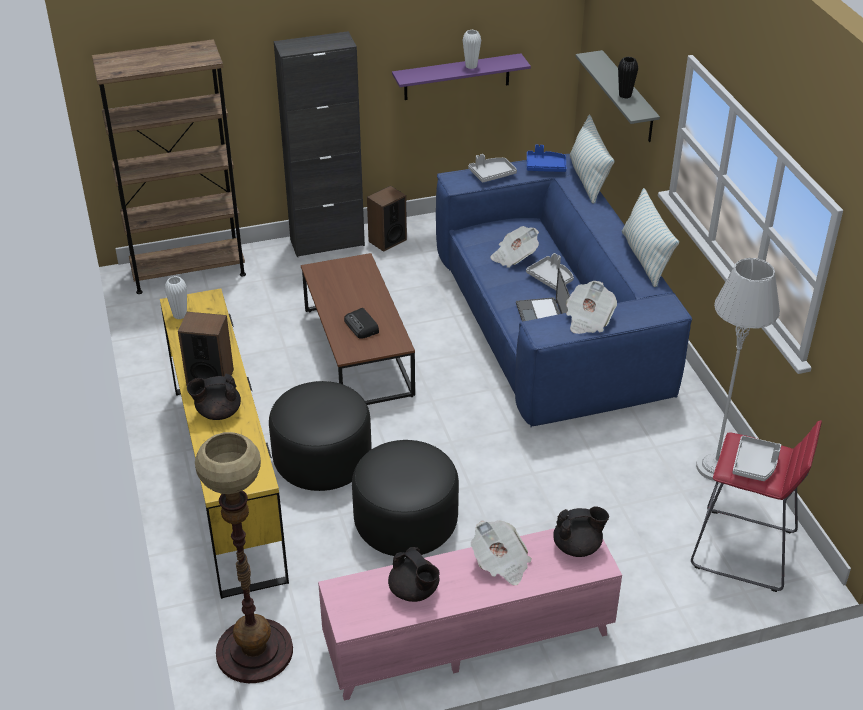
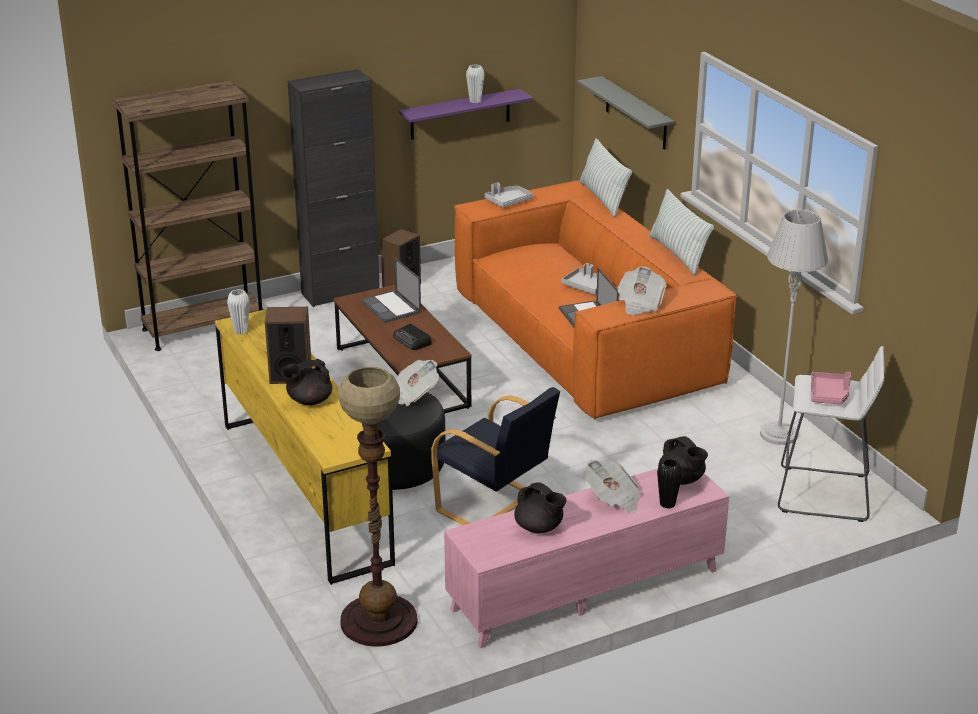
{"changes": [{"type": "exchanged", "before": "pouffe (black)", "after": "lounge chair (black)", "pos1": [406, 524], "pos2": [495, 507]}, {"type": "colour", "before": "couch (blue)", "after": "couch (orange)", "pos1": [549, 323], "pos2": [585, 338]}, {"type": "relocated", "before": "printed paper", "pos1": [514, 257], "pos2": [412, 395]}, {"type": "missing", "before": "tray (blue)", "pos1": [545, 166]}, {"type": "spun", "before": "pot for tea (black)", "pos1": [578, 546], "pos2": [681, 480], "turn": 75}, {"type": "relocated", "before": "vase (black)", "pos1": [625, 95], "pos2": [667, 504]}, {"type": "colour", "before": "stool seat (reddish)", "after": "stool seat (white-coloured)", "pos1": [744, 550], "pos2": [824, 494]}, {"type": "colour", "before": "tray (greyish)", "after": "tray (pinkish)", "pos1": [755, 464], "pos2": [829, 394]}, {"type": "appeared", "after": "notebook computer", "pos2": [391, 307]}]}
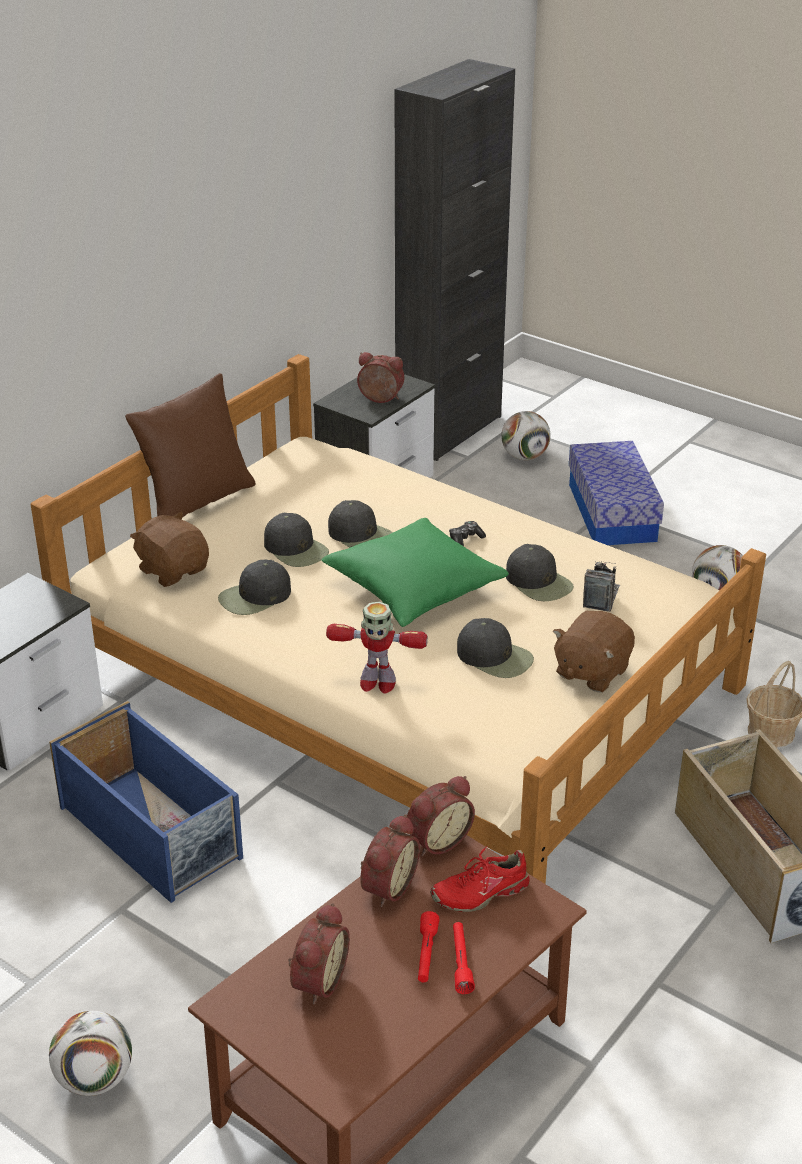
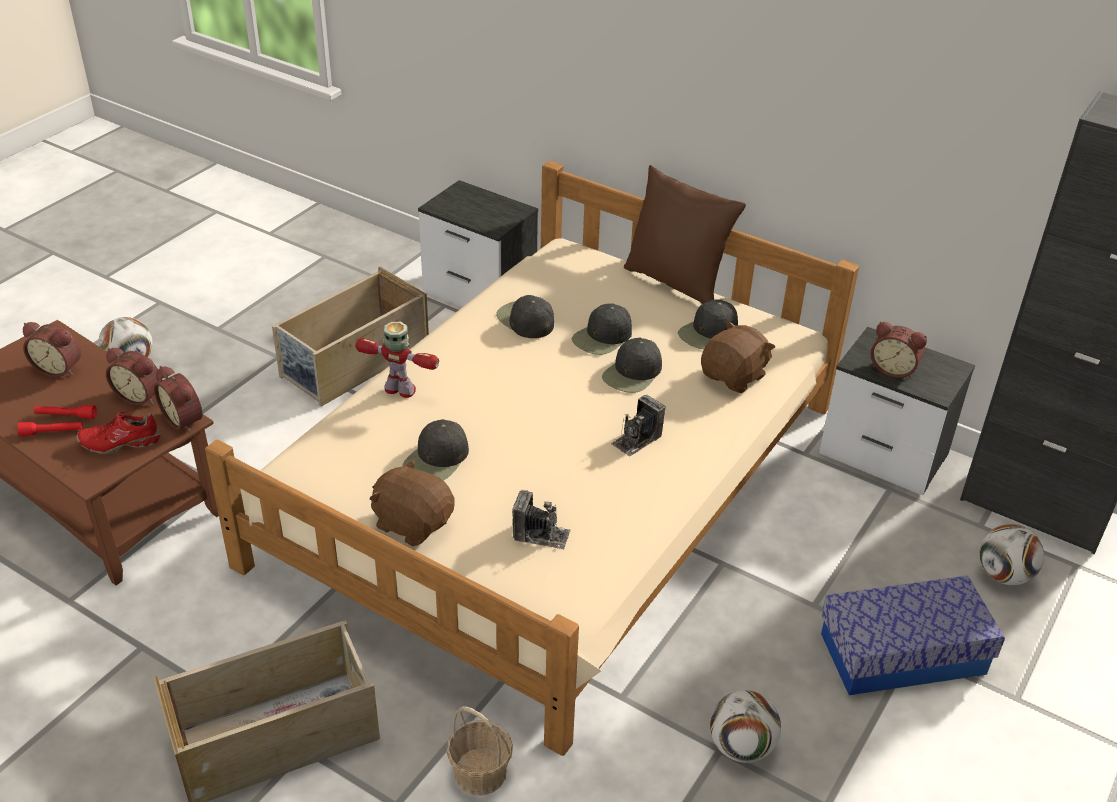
{"changes": [{"type": "colour", "before": "storage container (blue)", "after": "storage container (sand-coloured)", "pos1": [152, 833], "pos2": [354, 362]}, {"type": "relocated", "before": "cuddly toy (brown-coloured)", "pos1": [173, 570], "pos2": [734, 376]}, {"type": "missing", "before": "throw pillow (green)", "pos1": [414, 588]}, {"type": "spun", "before": "toy robot", "pos1": [376, 683], "pos2": [401, 390], "turn": 105}, {"type": "spun", "before": "table clock", "pos1": [380, 399], "pos2": [893, 369], "turn": 105}, {"type": "spun", "before": "item of footwear (reddish)", "pos1": [480, 892], "pos2": [121, 442], "turn": -75}, {"type": "exchanged", "before": "game controller", "after": "photo camera", "pos1": [465, 539], "pos2": [637, 439]}, {"type": "relocated", "before": "peaked cap (black)", "pos1": [539, 582], "pos2": [708, 332]}]}
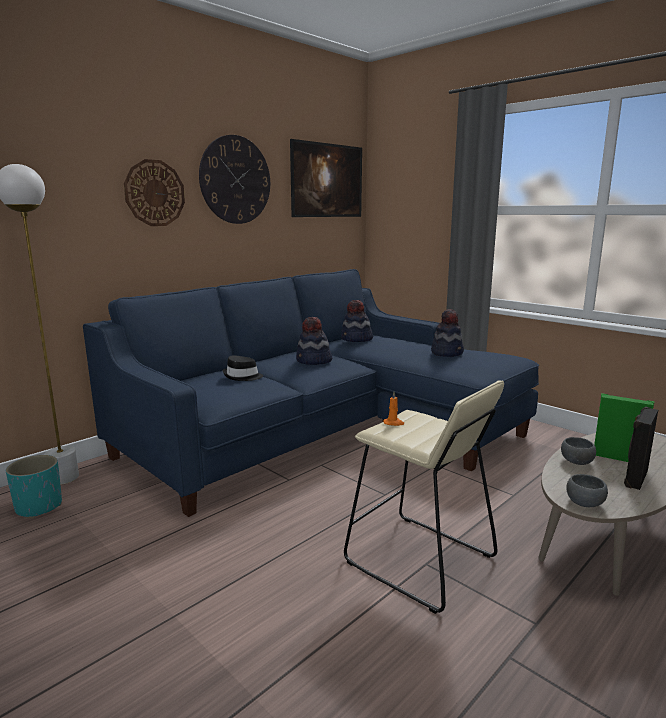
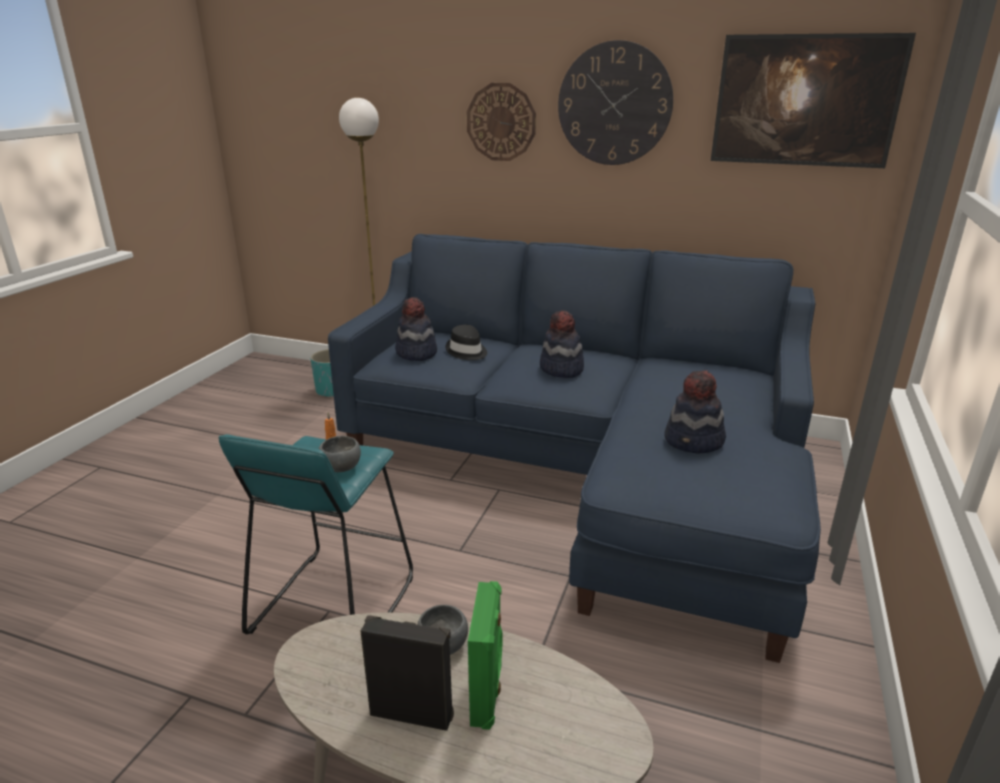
{"changes": [{"type": "relocated", "before": "wearable hat", "pos1": [356, 339], "pos2": [416, 353]}, {"type": "colour", "before": "stool seat (sand-coloured)", "after": "stool seat (turquoise-coloured)", "pos1": [419, 560], "pos2": [333, 604]}, {"type": "relocated", "before": "deep dish (greyish)", "pos1": [585, 503], "pos2": [342, 468]}]}
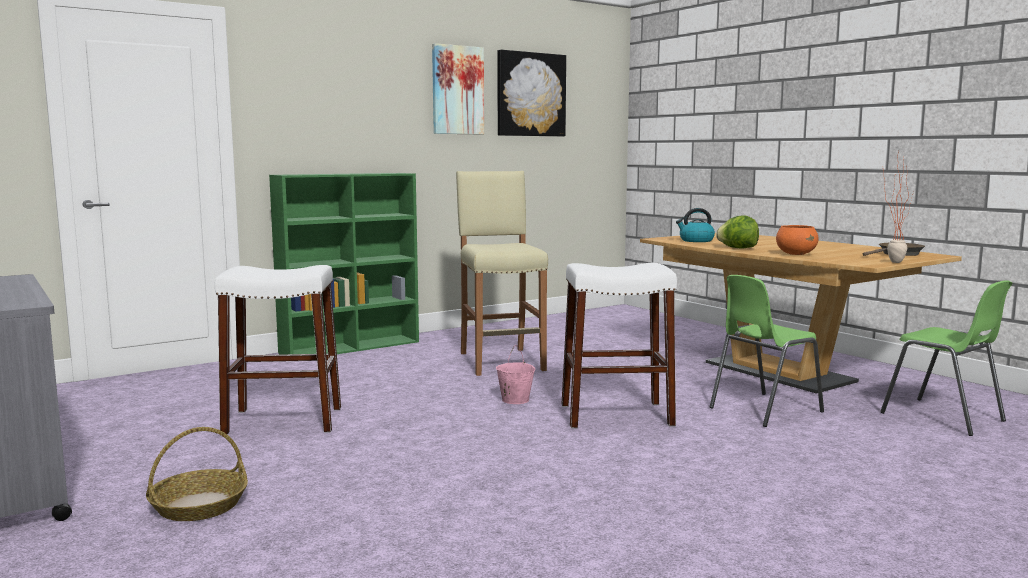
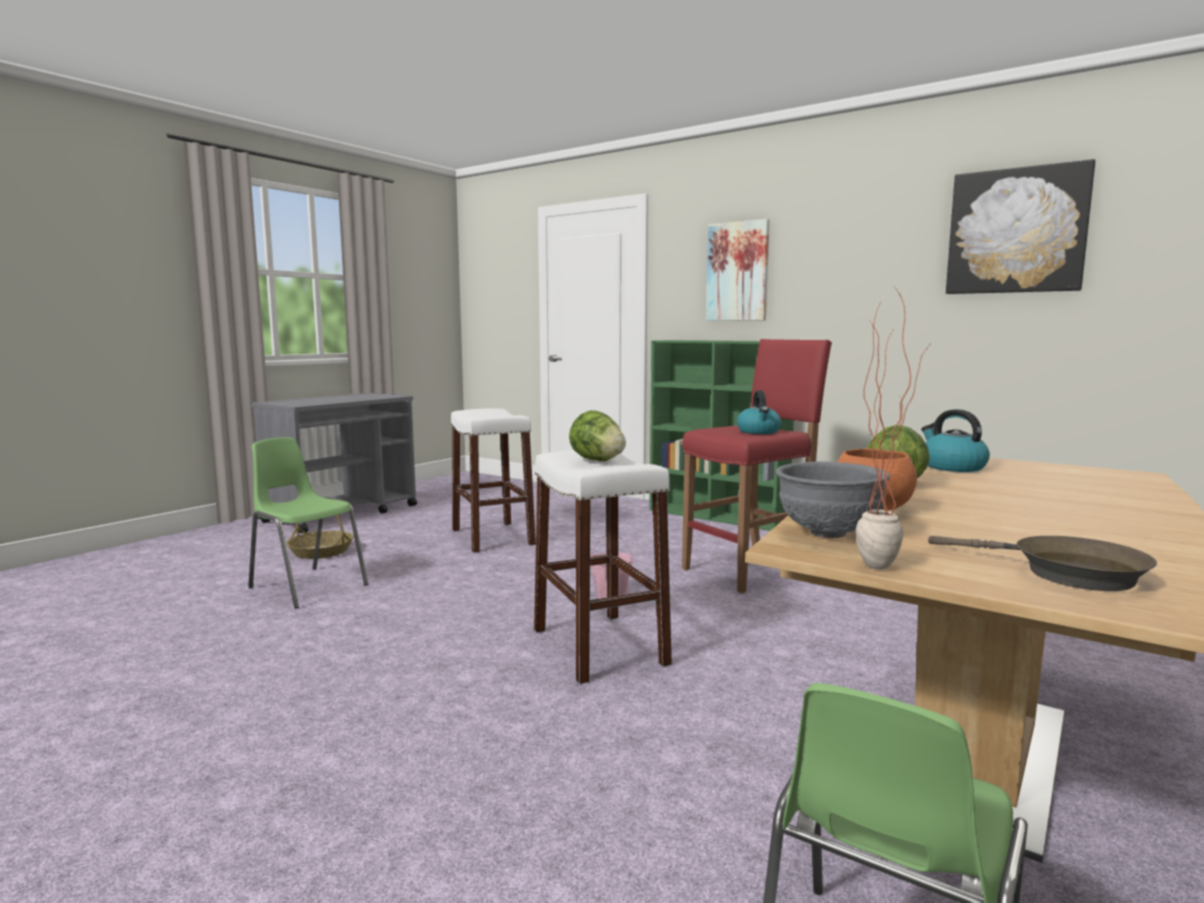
{"changes": [{"type": "relocated", "before": "wall art", "pos1": [457, 90], "pos2": [738, 271]}, {"type": "colour", "before": "stool seat (sand-coloured)", "after": "stool seat (reddish)", "pos1": [501, 361], "pos2": [751, 570]}, {"type": "relocated", "before": "chair (green)", "pos1": [763, 410], "pos2": [307, 586]}, {"type": "appeared", "after": "lettuce head", "pos2": [597, 460]}, {"type": "appeared", "after": "water kettle", "pos2": [758, 431]}, {"type": "appeared", "after": "deep dish (greyish)", "pos2": [827, 533]}]}
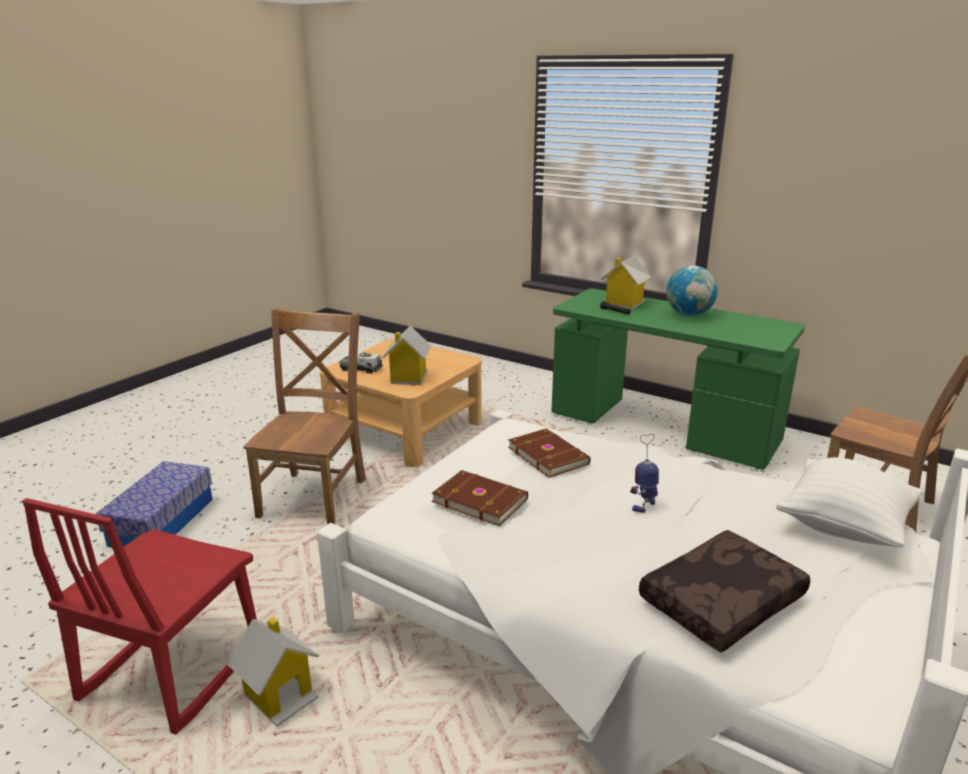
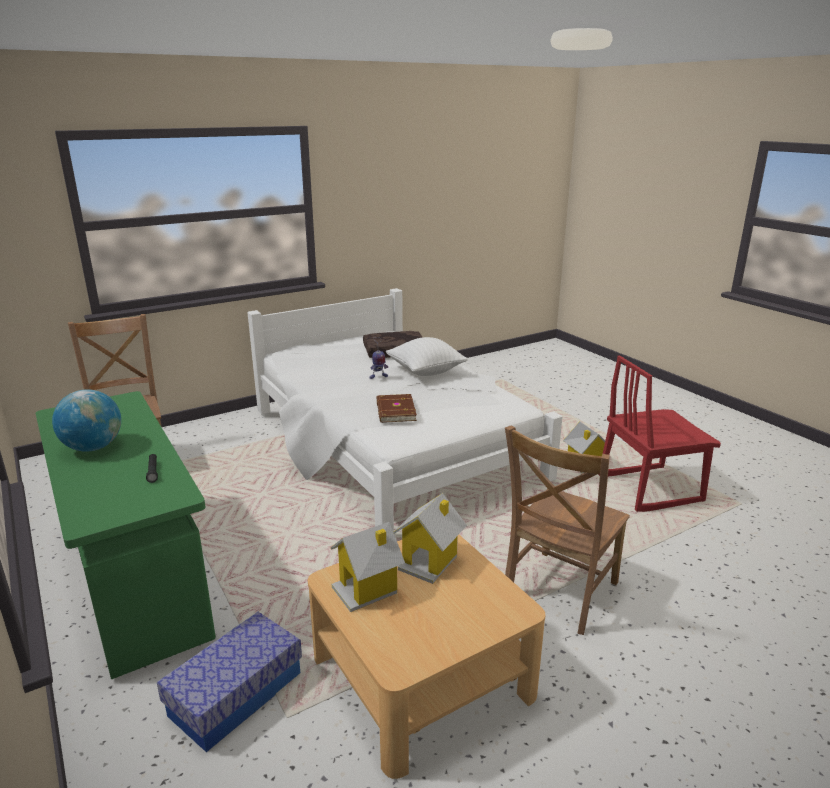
{"changes": [{"type": "spun", "before": "chair (reddish)", "pos1": [171, 670], "pos2": [649, 488], "turn": -150}, {"type": "relocated", "before": "storage container", "pos1": [162, 522], "pos2": [236, 694]}, {"type": "missing", "before": "model truck", "pos1": [361, 369]}, {"type": "missing", "before": "book (brown-coloured)", "pos1": [480, 500]}, {"type": "relocated", "before": "toy house", "pos1": [624, 304], "pos2": [367, 589]}, {"type": "relocated", "before": "throw pillow (white-coloured)", "pos1": [843, 526], "pos2": [426, 371]}]}
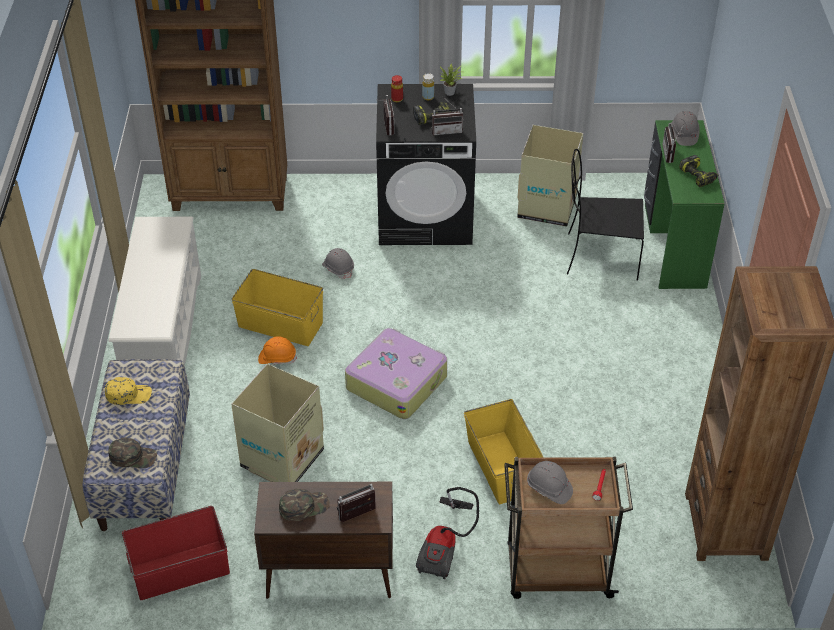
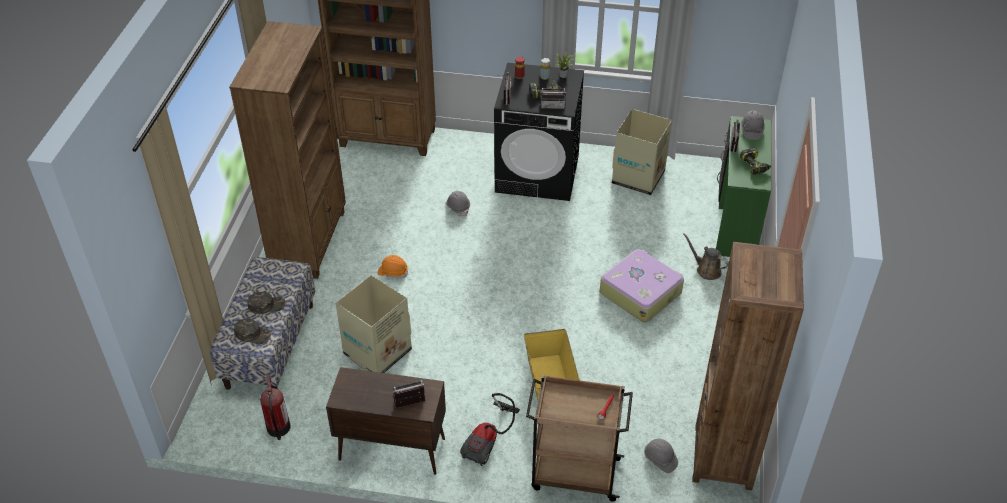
{"changes": [{"type": "missing", "before": "peaked cap (yellow)", "pos1": [128, 394]}, {"type": "exchanged", "before": "shoe shelf (white-coloured)", "after": "bookcase (brown-coloured)", "pos1": [163, 332], "pos2": [310, 241]}, {"type": "exchanged", "before": "storage container (reddish)", "after": "fire extinguisher", "pos1": [181, 570], "pos2": [278, 428]}, {"type": "missing", "before": "storage container (yellow)", "pos1": [280, 324]}, {"type": "relocated", "before": "peaked cap (green)", "pos1": [304, 506], "pos2": [266, 305]}, {"type": "relocated", "before": "piece of luggage", "pos1": [396, 381], "pos2": [640, 292]}, {"type": "relocated", "before": "hard hat (greyish)", "pos1": [549, 488], "pos2": [660, 459]}, {"type": "missing", "before": "chair (black)", "pos1": [599, 256]}, {"type": "appeared", "after": "watering pot (brown-coloured)", "pos2": [706, 270]}]}
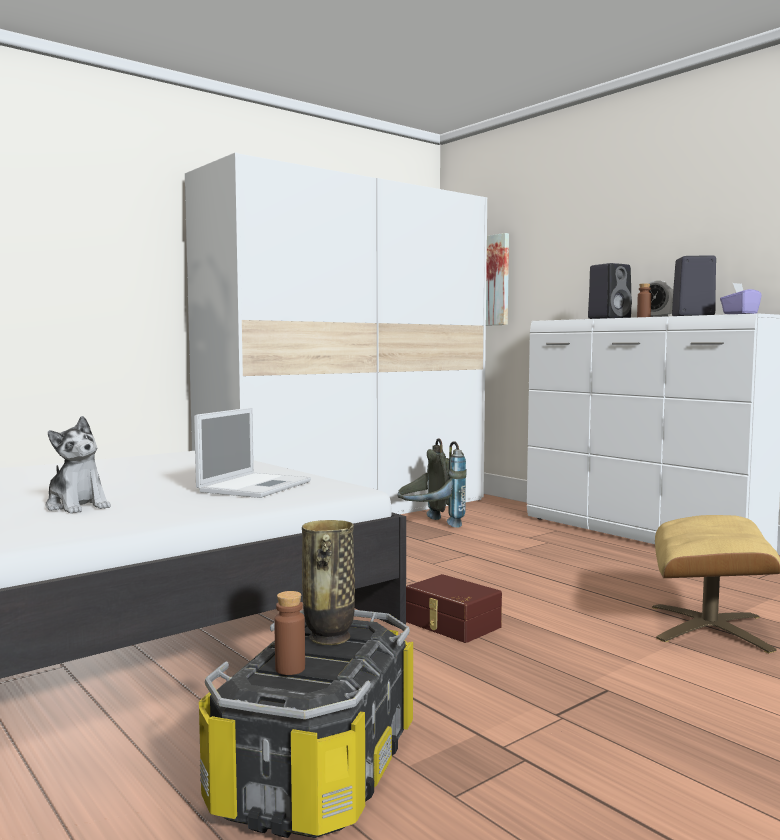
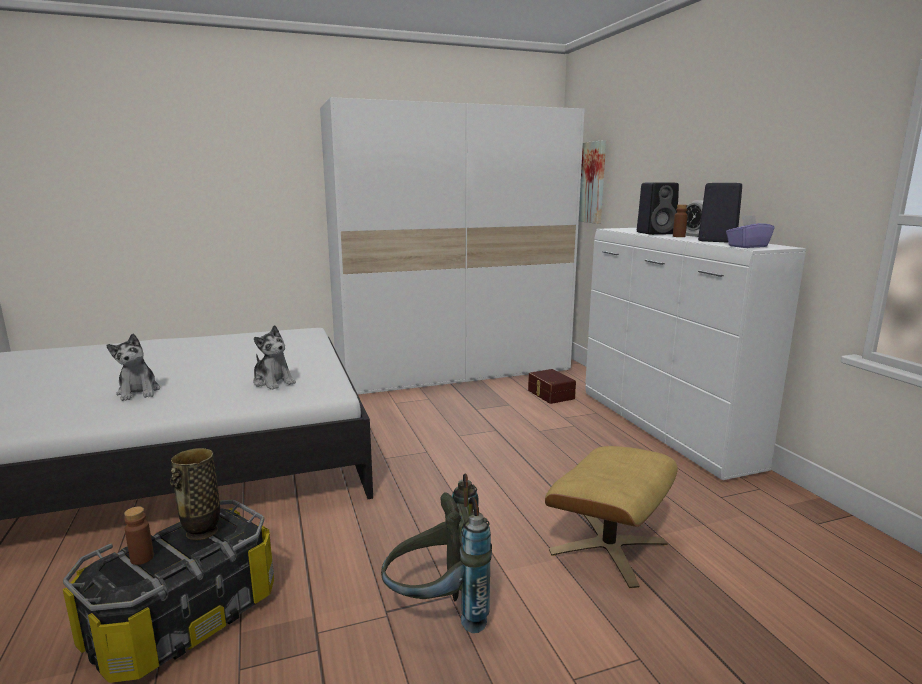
{"changes": [{"type": "exchanged", "before": "notebook computer", "after": "cuddly toy", "pos1": [256, 486], "pos2": [273, 382]}, {"type": "relocated", "before": "rucksack (greyish)", "pos1": [429, 525], "pos2": [438, 611]}, {"type": "relocated", "before": "storage container (brown-coloured)", "pos1": [451, 625], "pos2": [550, 395]}]}
